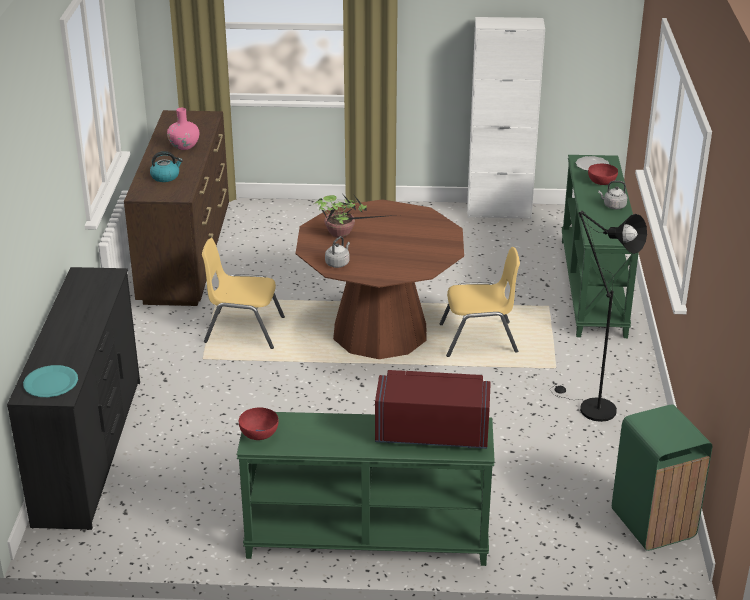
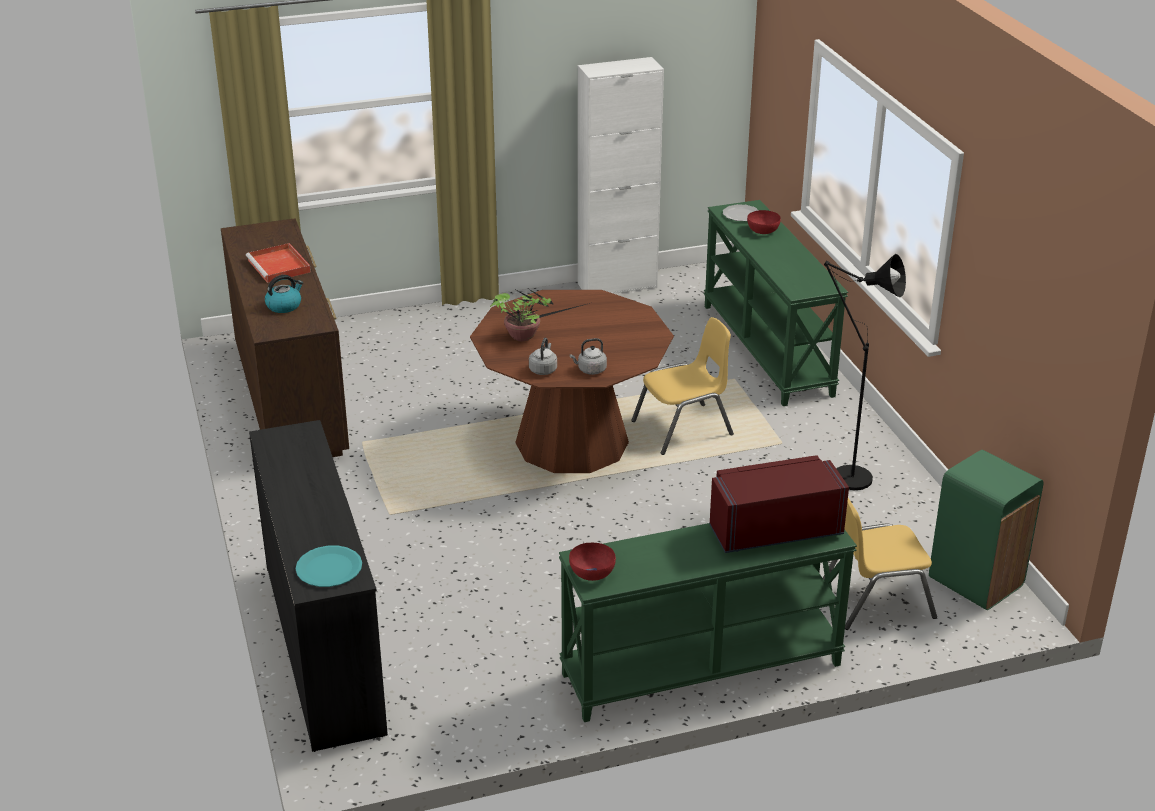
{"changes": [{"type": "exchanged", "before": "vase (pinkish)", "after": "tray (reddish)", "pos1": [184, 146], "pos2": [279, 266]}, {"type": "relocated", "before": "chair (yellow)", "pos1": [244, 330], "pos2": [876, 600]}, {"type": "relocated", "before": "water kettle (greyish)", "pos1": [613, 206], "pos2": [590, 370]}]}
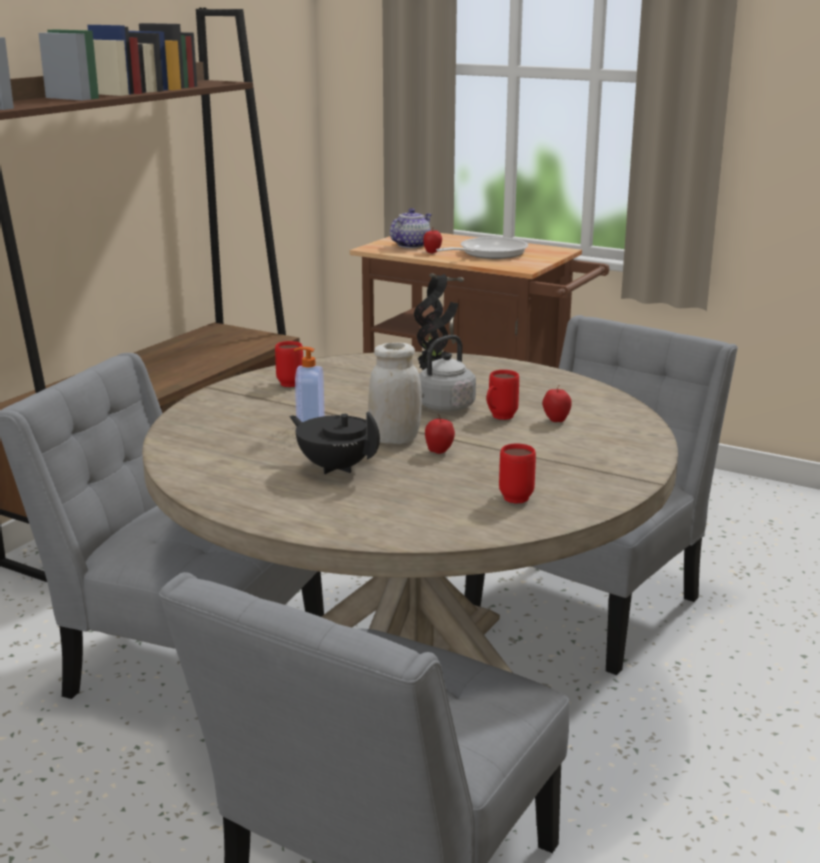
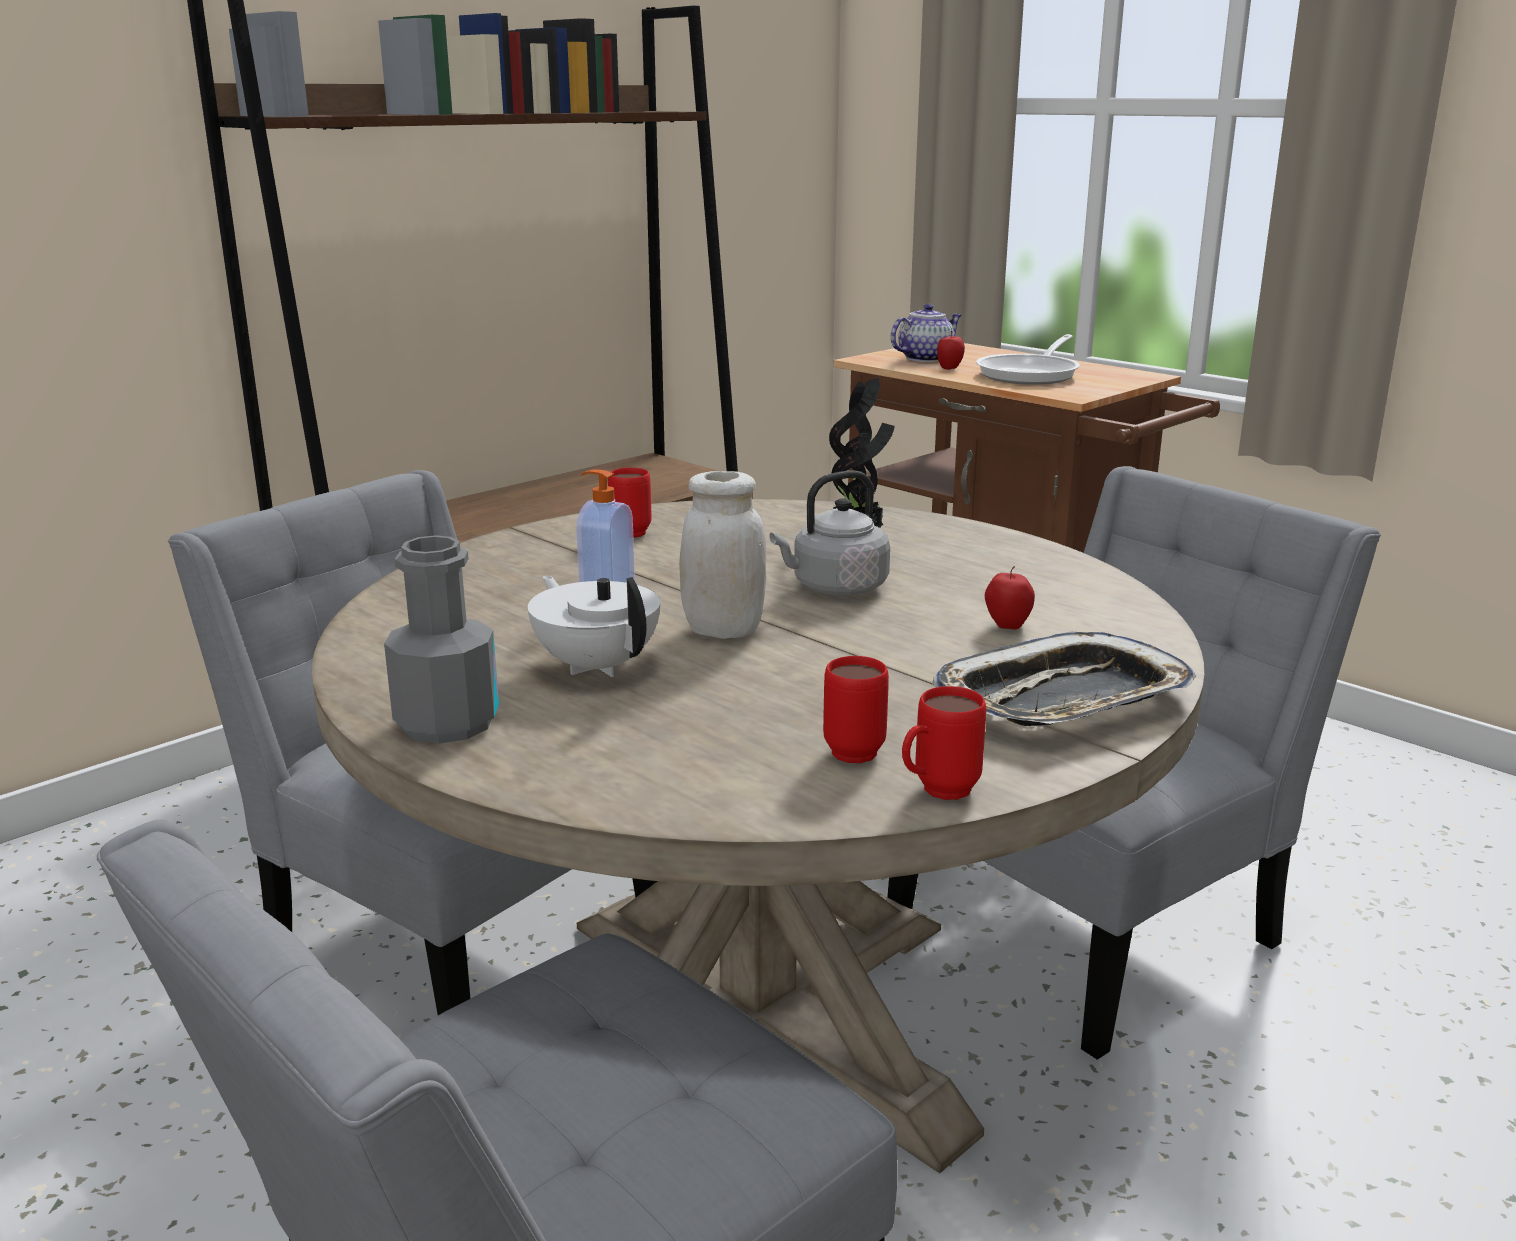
{"changes": [{"type": "colour", "before": "pot for tea (black)", "after": "pot for tea (white-coloured)", "pos1": [336, 467], "pos2": [597, 665]}, {"type": "missing", "before": "apple", "pos1": [439, 452]}, {"type": "spun", "before": "skillet", "pos1": [488, 253], "pos2": [1031, 374], "turn": 150}, {"type": "relocated", "before": "tea mug (reddish)", "pos1": [499, 418], "pos2": [936, 793]}, {"type": "appeared", "after": "beverage bottle (greyish)", "pos2": [447, 723]}, {"type": "appeared", "after": "tray", "pos2": [1063, 699]}]}
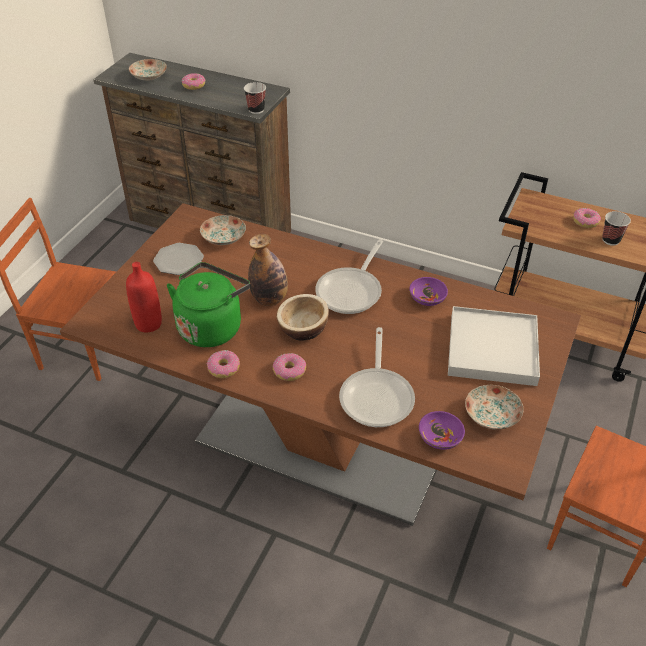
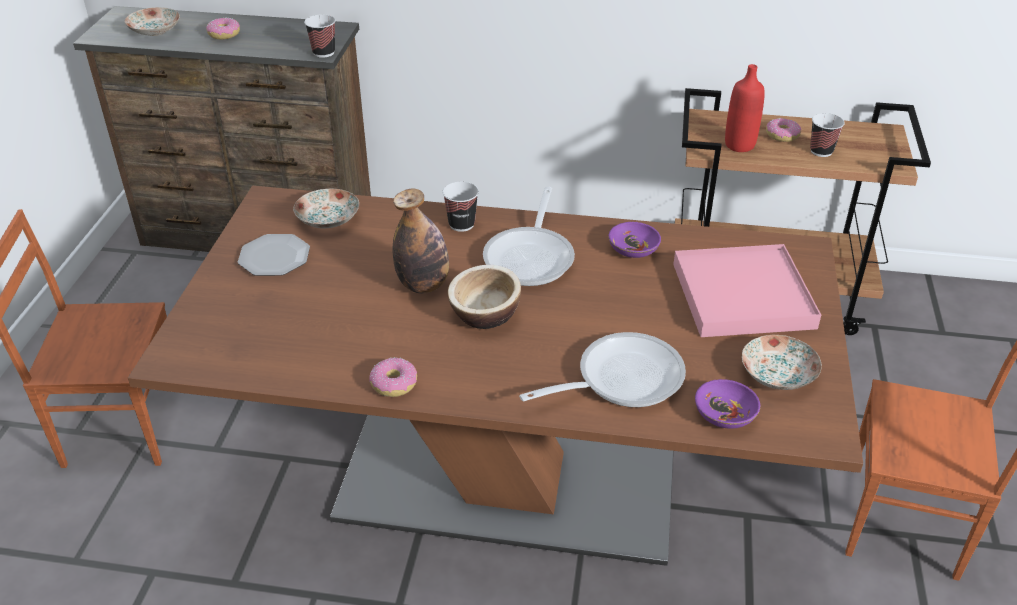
{"changes": [{"type": "relocated", "before": "beverage bottle (reddish)", "pos1": [148, 324], "pos2": [739, 145]}, {"type": "missing", "before": "water kettle (green)", "pos1": [211, 326]}, {"type": "missing", "before": "ring doughnut", "pos1": [289, 371]}, {"type": "spun", "before": "skillet", "pos1": [377, 396], "pos2": [620, 379], "turn": -105}, {"type": "colour", "before": "tray (white-coloured)", "after": "tray (pinkish)", "pos1": [492, 349], "pos2": [742, 295]}, {"type": "appeared", "after": "cup", "pos2": [461, 224]}]}
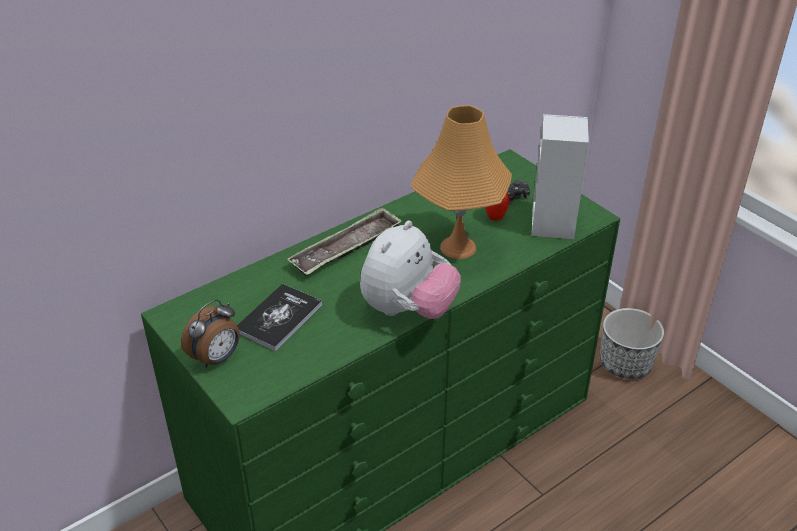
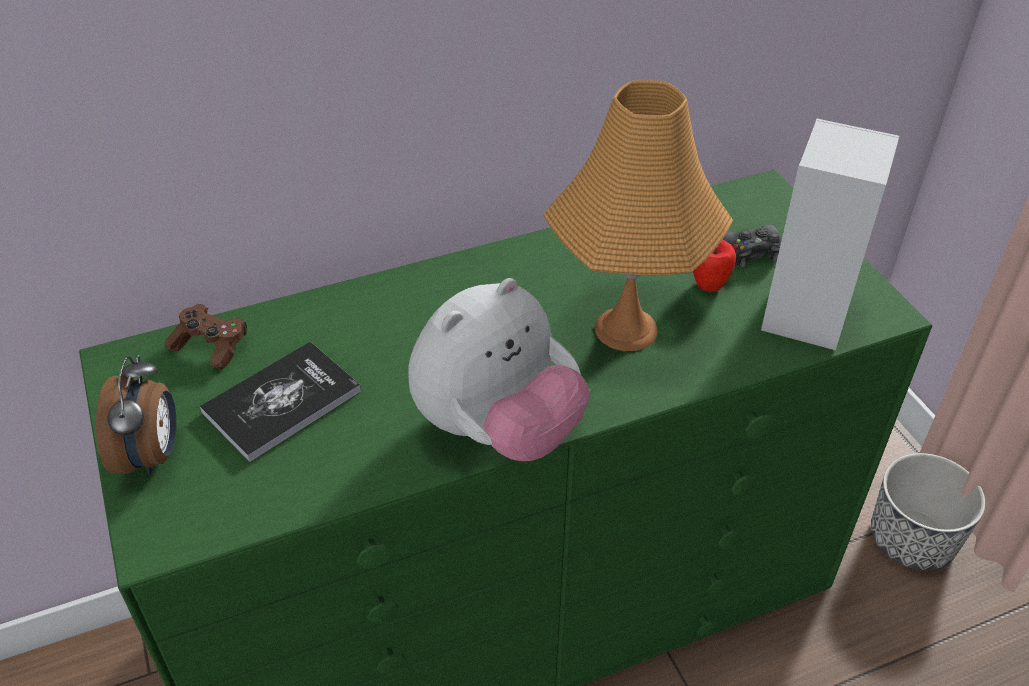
{"changes": [{"type": "spun", "before": "table clock", "pos1": [216, 358], "pos2": [152, 455], "turn": -60}, {"type": "missing", "before": "tray", "pos1": [346, 248]}, {"type": "appeared", "after": "game controller (brown-coloured)", "pos2": [210, 346]}]}
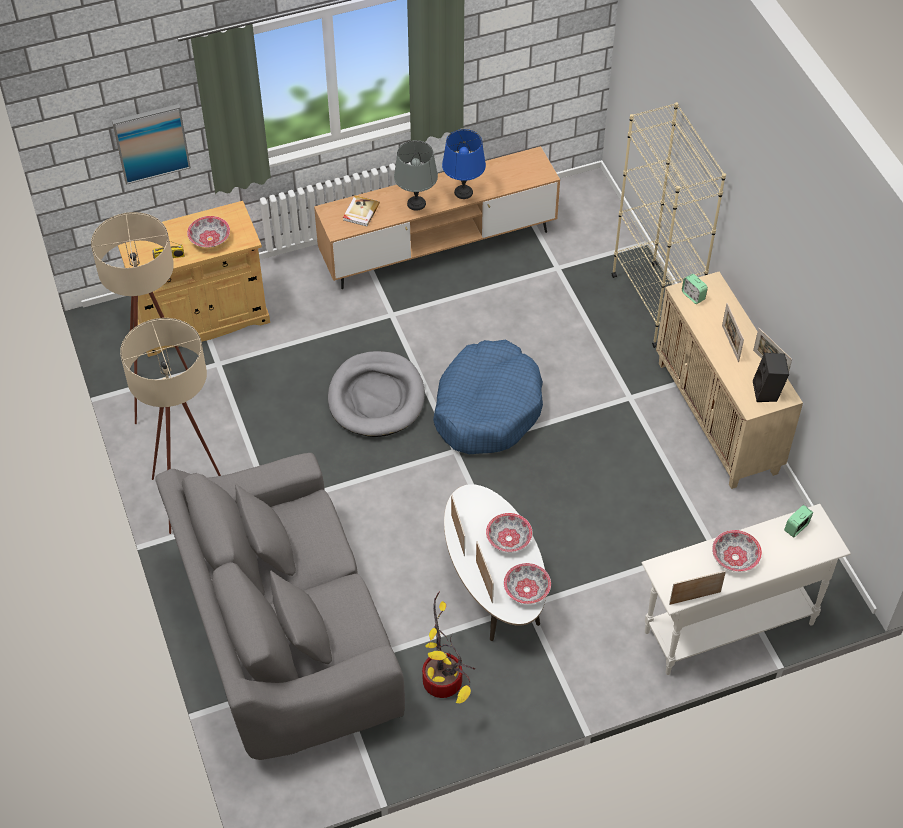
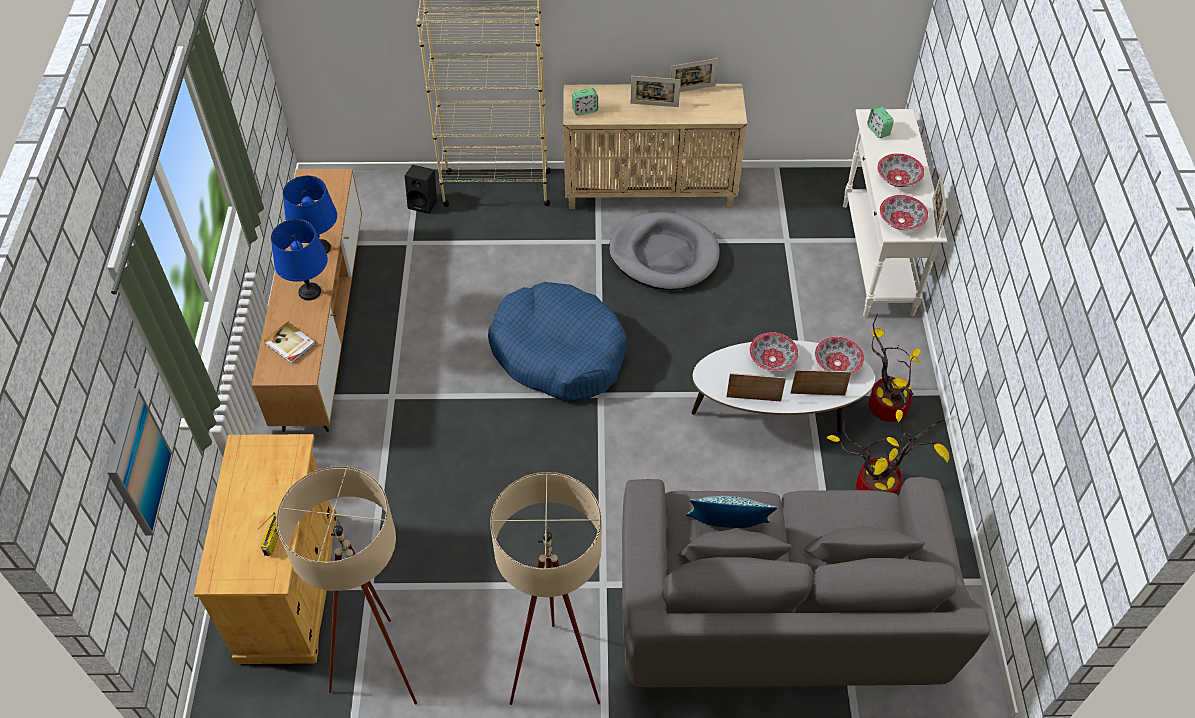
{"changes": [{"type": "relocated", "before": "deep dish", "pos1": [209, 239], "pos2": [901, 221]}, {"type": "relocated", "before": "dog bed (greyish)", "pos1": [376, 397], "pos2": [664, 255]}, {"type": "colour", "before": "table lamp (greyish)", "after": "table lamp (blue)", "pos1": [416, 204], "pos2": [310, 292]}, {"type": "relocated", "before": "speaker (black)", "pos1": [768, 392], "pos2": [424, 203]}, {"type": "appeared", "after": "throw pillow", "pos2": [727, 529]}, {"type": "appeared", "after": "plant in a pot", "pos2": [883, 405]}]}
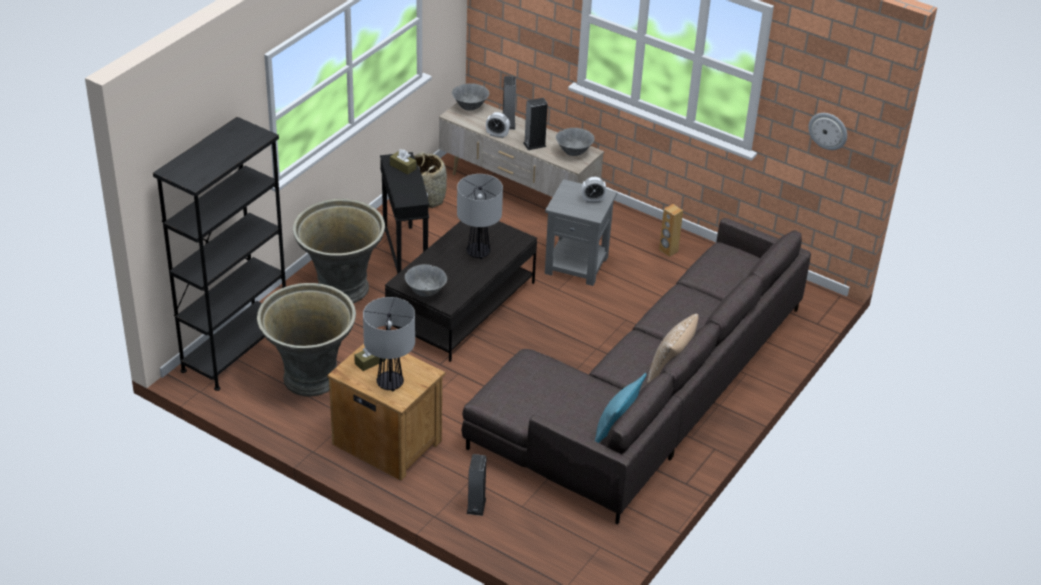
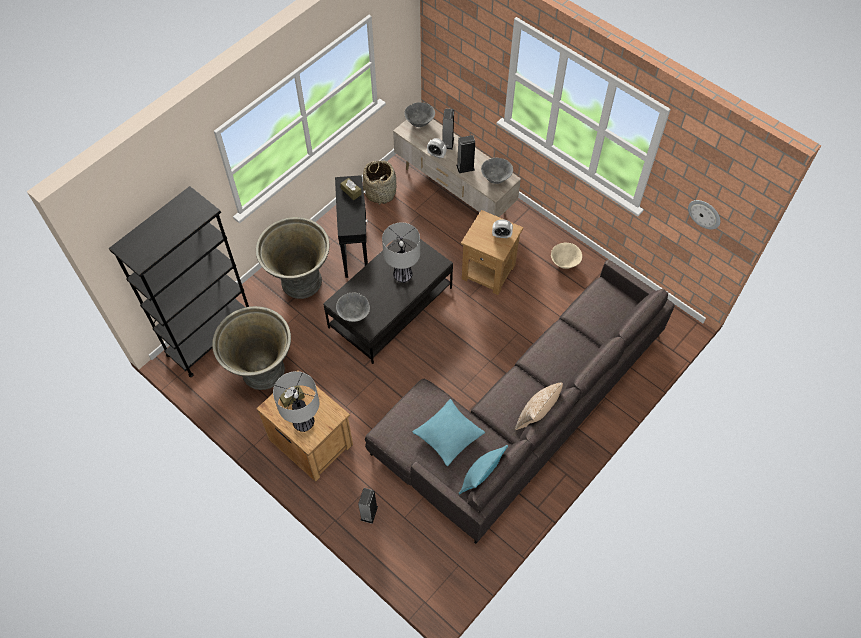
{"changes": [{"type": "colour", "before": "side table (greyish)", "after": "side table (brown-coloured)", "pos1": [577, 265], "pos2": [489, 272]}, {"type": "exchanged", "before": "speaker (brown-coloured)", "after": "deep dish (sand-coloured)", "pos1": [668, 251], "pos2": [564, 263]}, {"type": "appeared", "after": "throw pillow (turquoise-coloured)", "pos2": [448, 435]}]}
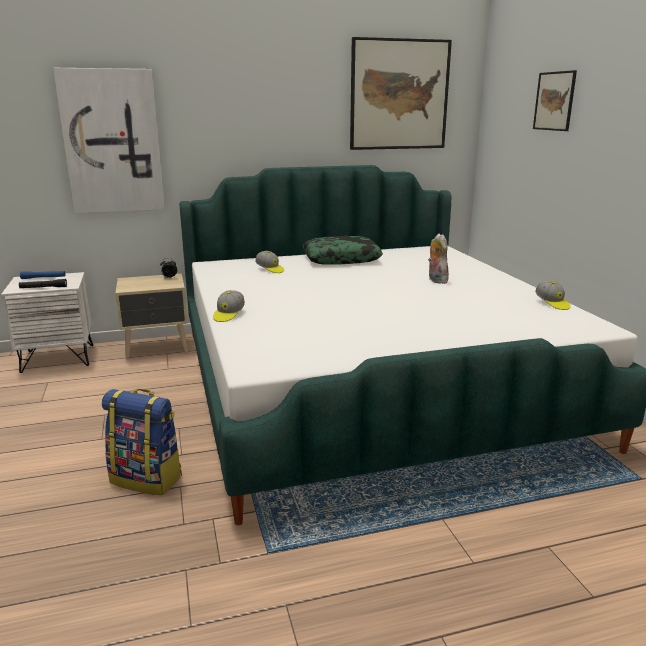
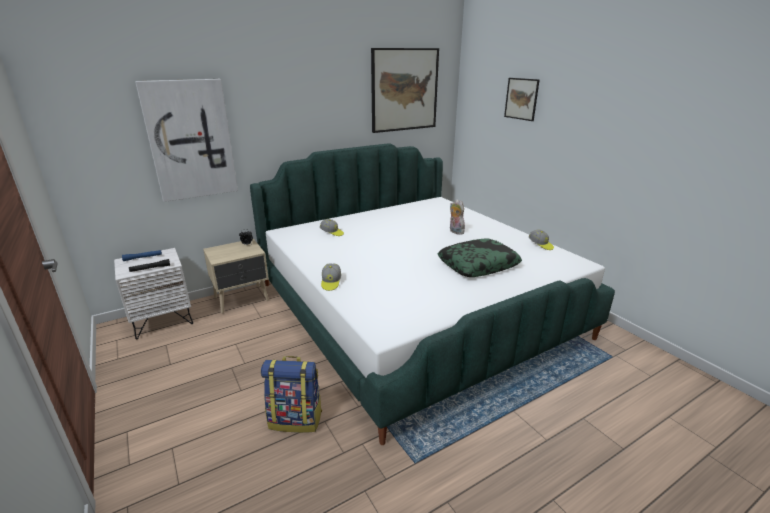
{"changes": [{"type": "relocated", "before": "throw pillow", "pos1": [341, 259], "pos2": [478, 265]}]}
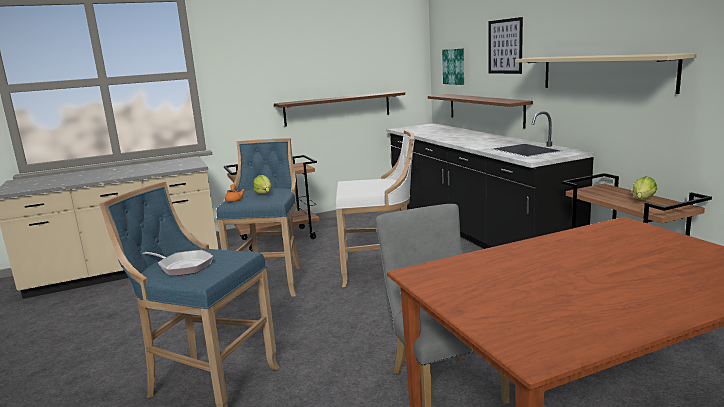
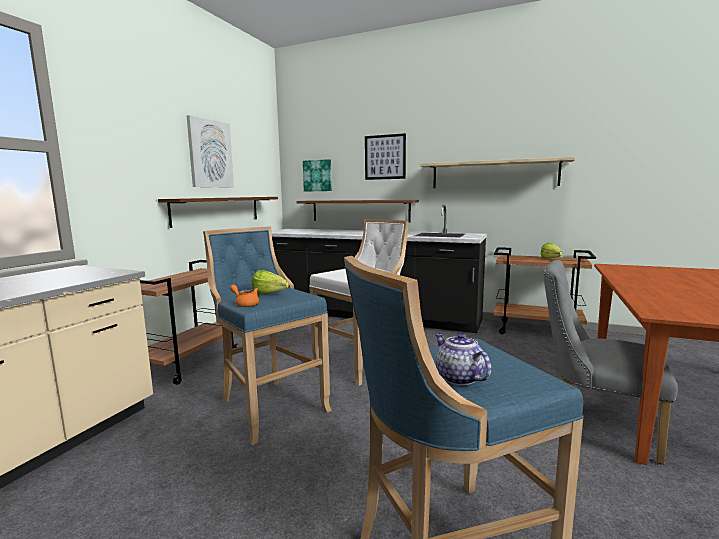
{"changes": [{"type": "exchanged", "before": "skillet", "after": "pot for tea", "pos1": [182, 266], "pos2": [458, 377]}, {"type": "appeared", "after": "wall art", "pos2": [210, 154]}]}
